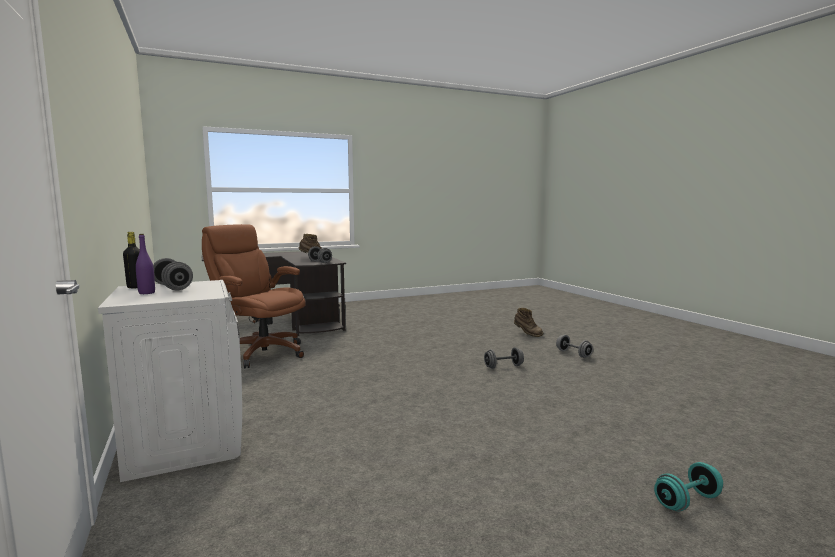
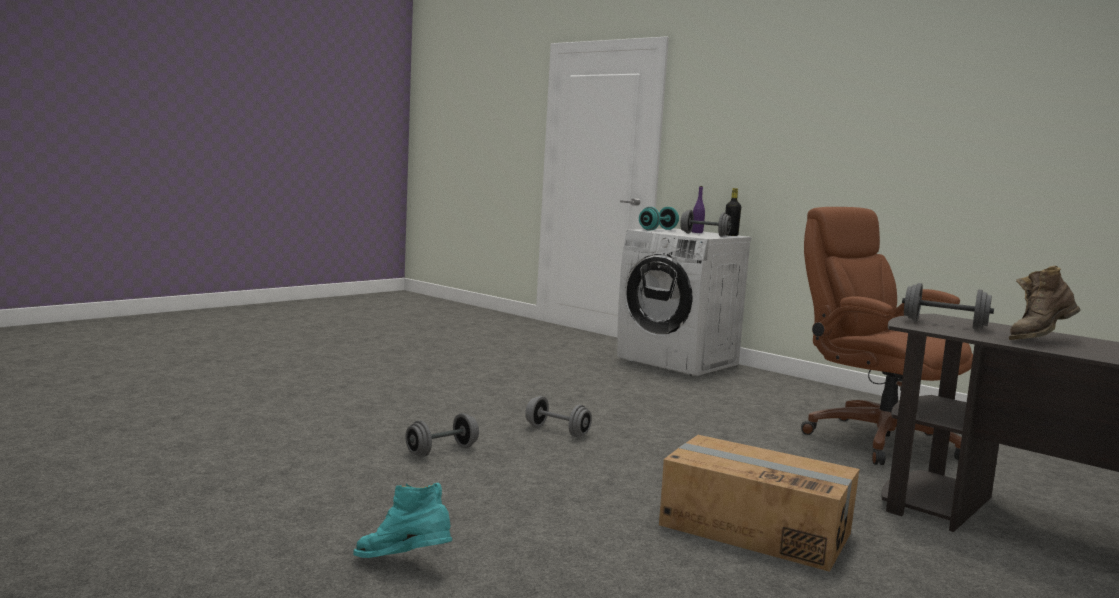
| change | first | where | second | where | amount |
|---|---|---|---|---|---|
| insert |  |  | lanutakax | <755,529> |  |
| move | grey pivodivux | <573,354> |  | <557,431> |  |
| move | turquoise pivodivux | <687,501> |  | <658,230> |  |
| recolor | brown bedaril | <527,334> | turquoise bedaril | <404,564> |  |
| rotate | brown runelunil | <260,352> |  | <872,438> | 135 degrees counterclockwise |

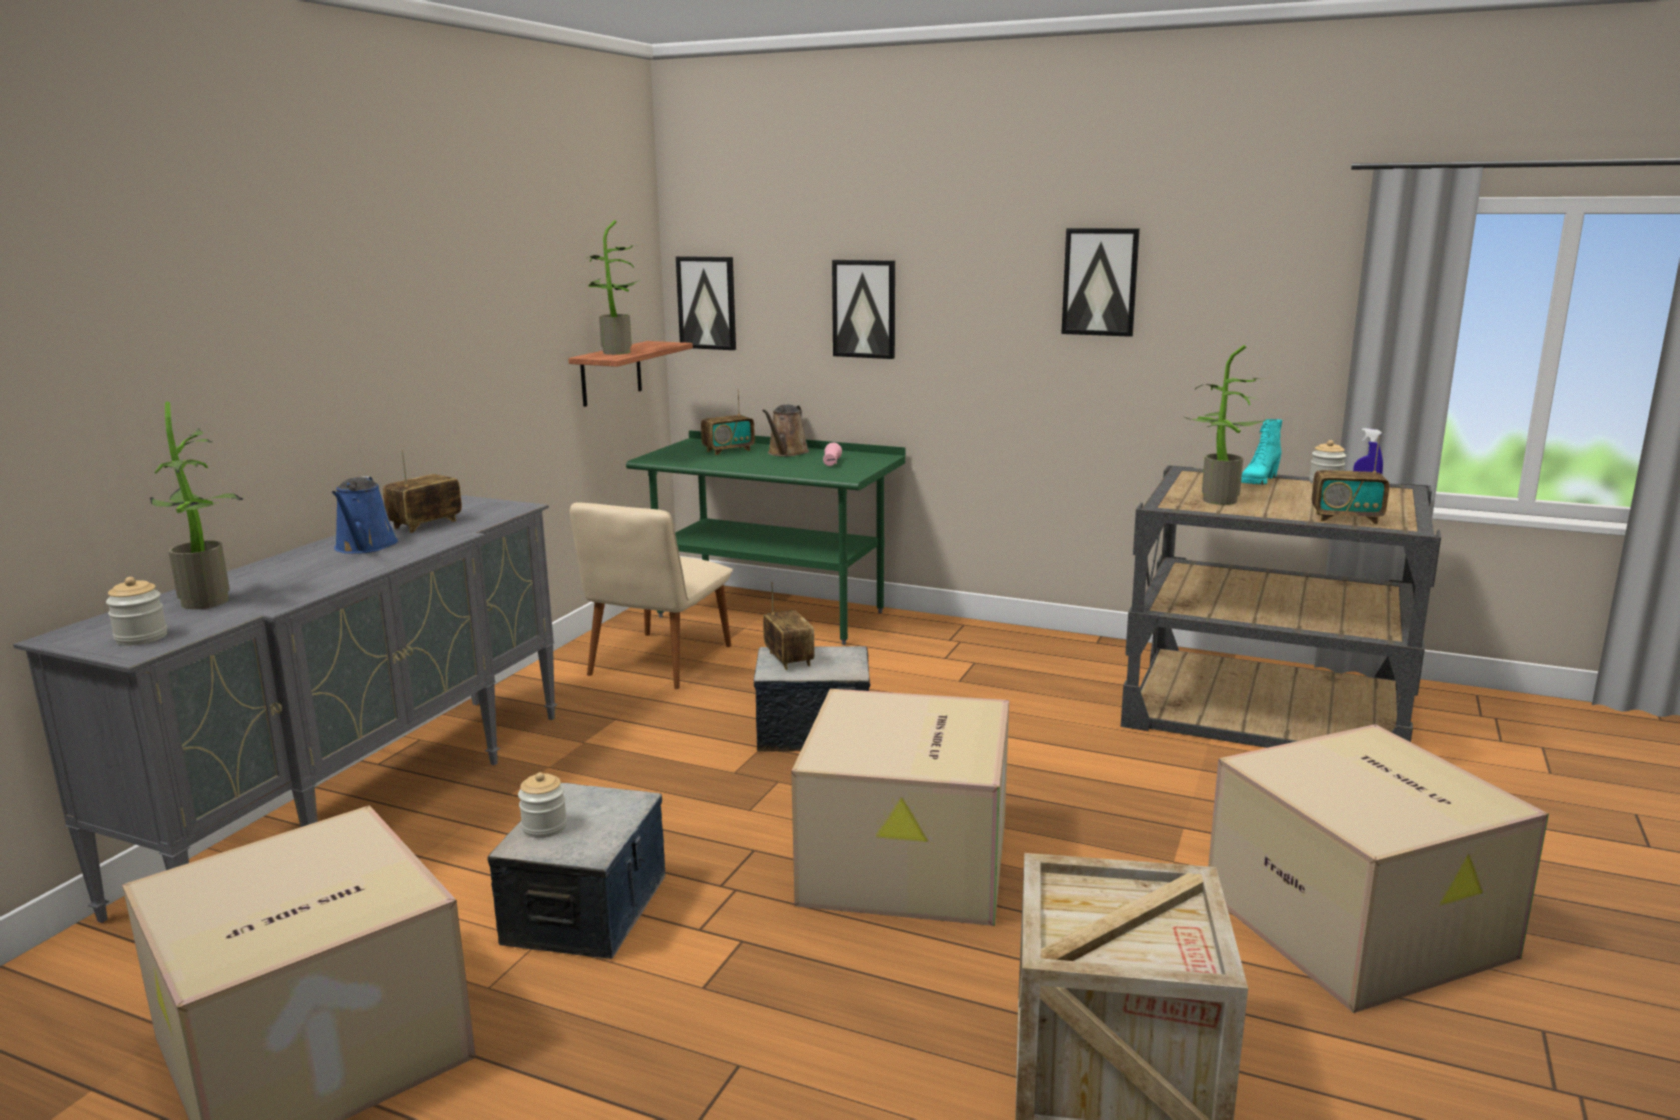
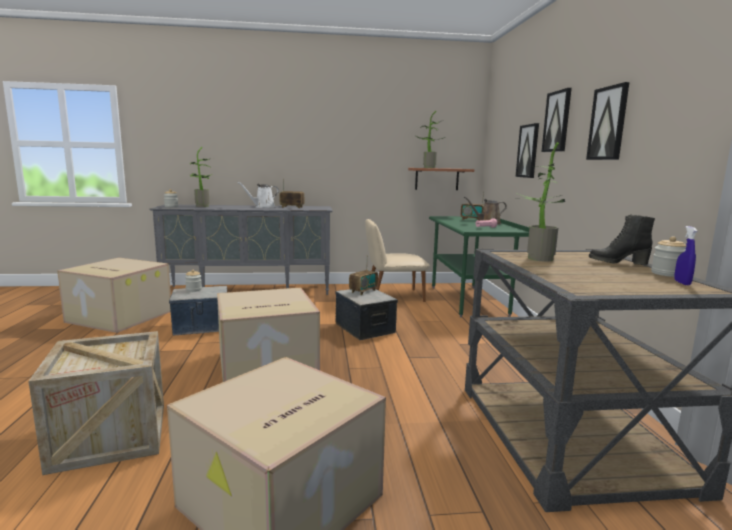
| change | first | where | second | where | amount |
|---|---|---|---|---|---|
| delete | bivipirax | <1346,518> |  |  |  |
| move | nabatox | <707,303> |  | <557,121> |  |
| recolor | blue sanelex | <364,547> | white sanelex | <263,207> |  |
| recolor | turquoise bedaril | <1258,481> | black bedaril | <617,262> |  |

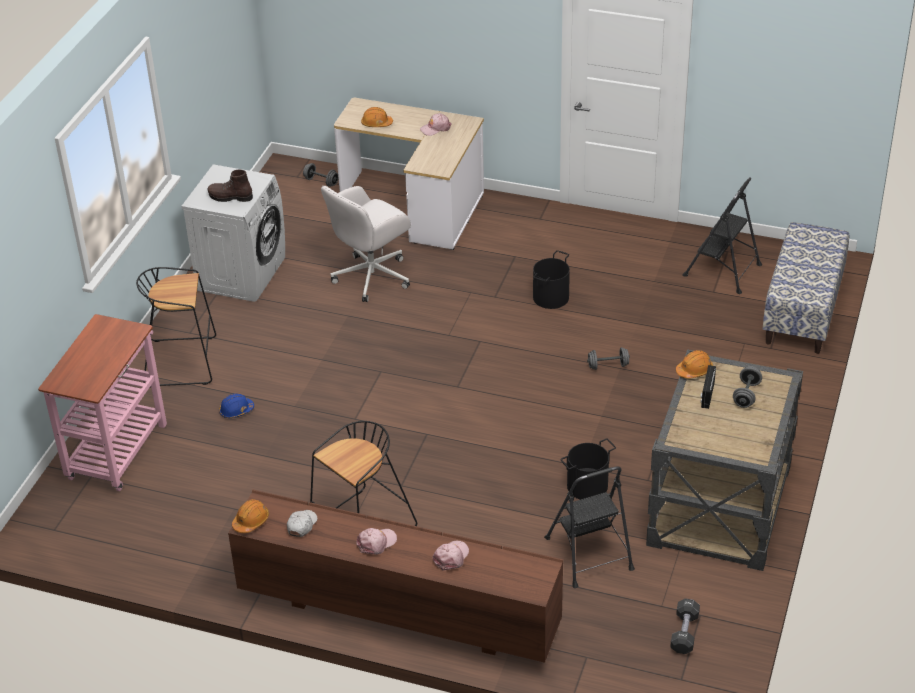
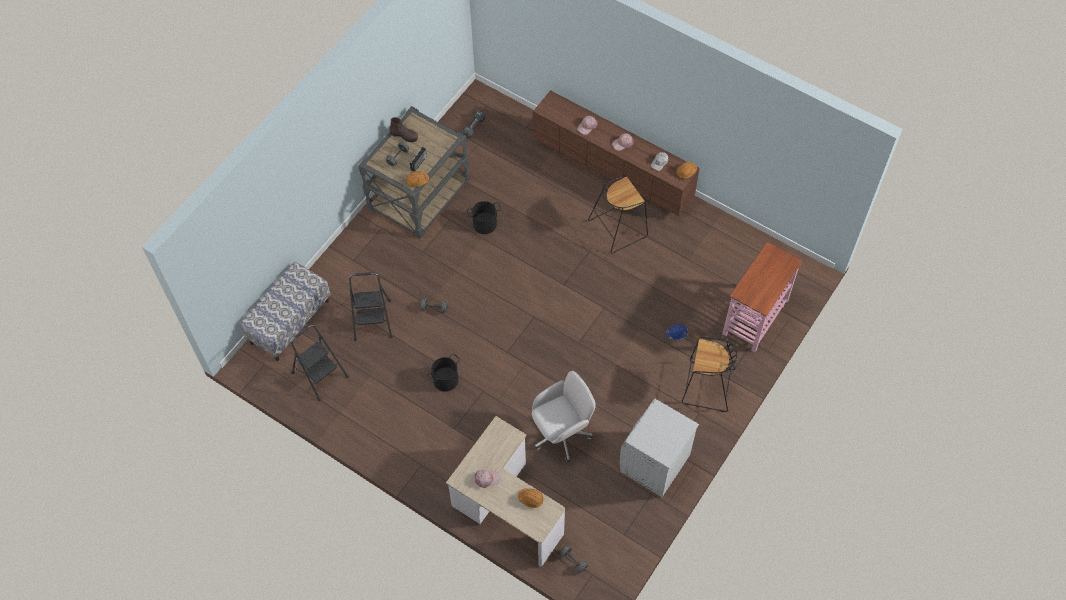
| change | first | where | second | where | amount |
|---|---|---|---|---|---|
| move | brown bedaril | <230,197> |  | <404,135> |  |
| move | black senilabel | <589,554> |  | <372,318> |  |

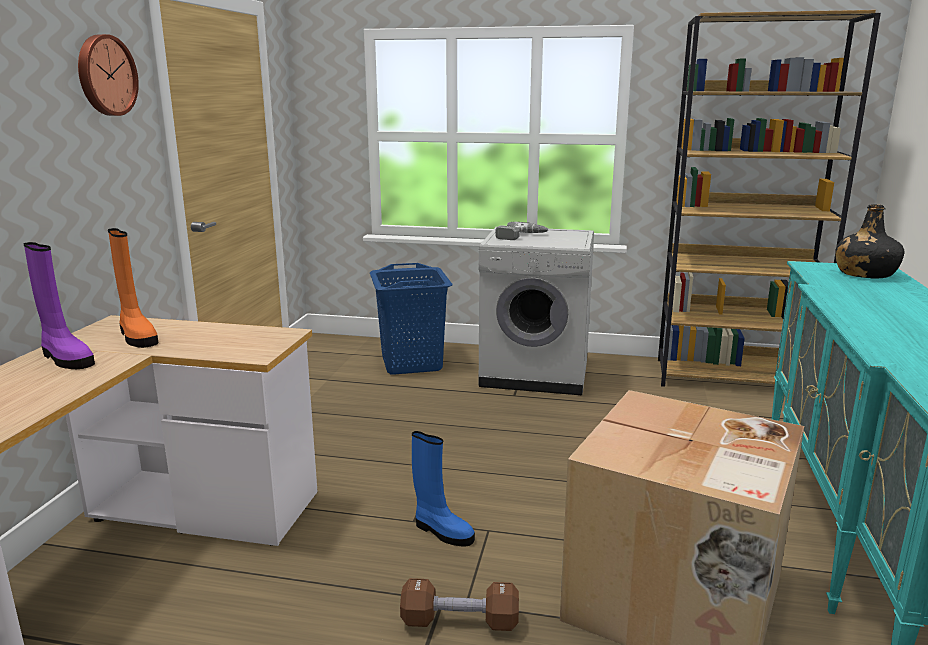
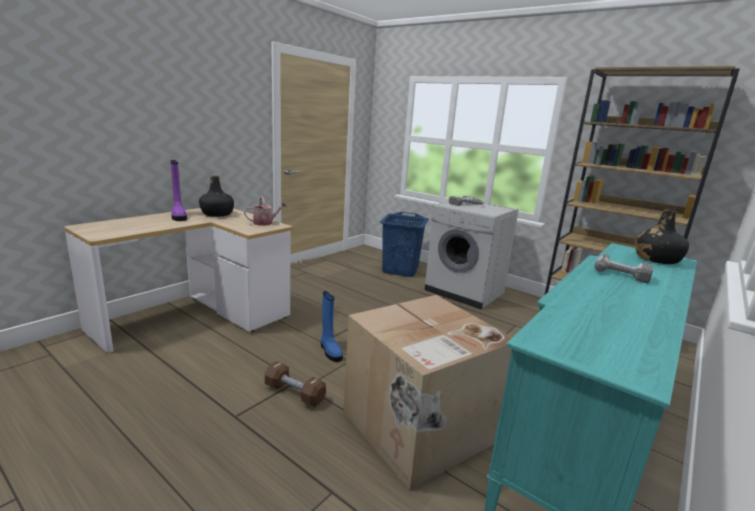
| change | first | where | second | where | amount |
|---|---|---|---|---|---|
| delete | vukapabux | <105,75> |  |  |  |
| insert |  |  | sanelex | <265,223> |  |
| insert |  |  | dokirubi | <621,272> |  |
| replace | orange bedaril | <137,337> | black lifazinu | <217,214> |  |

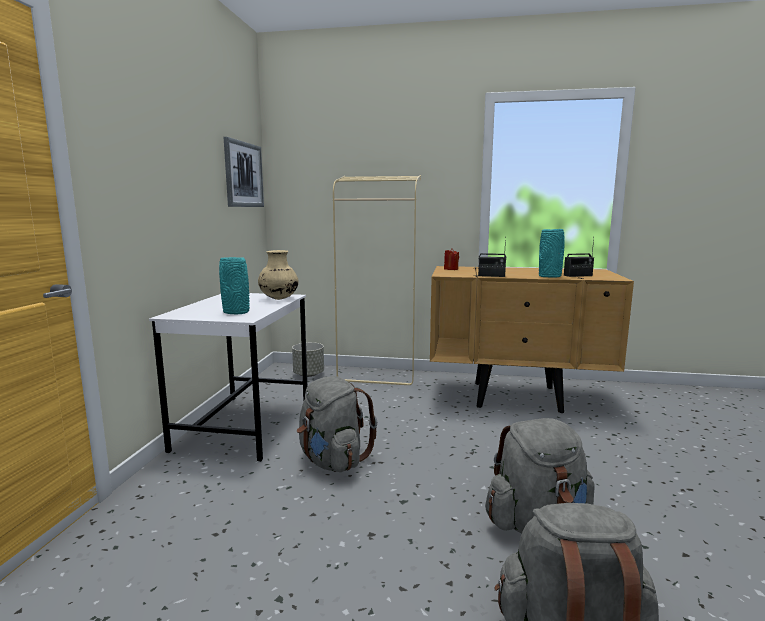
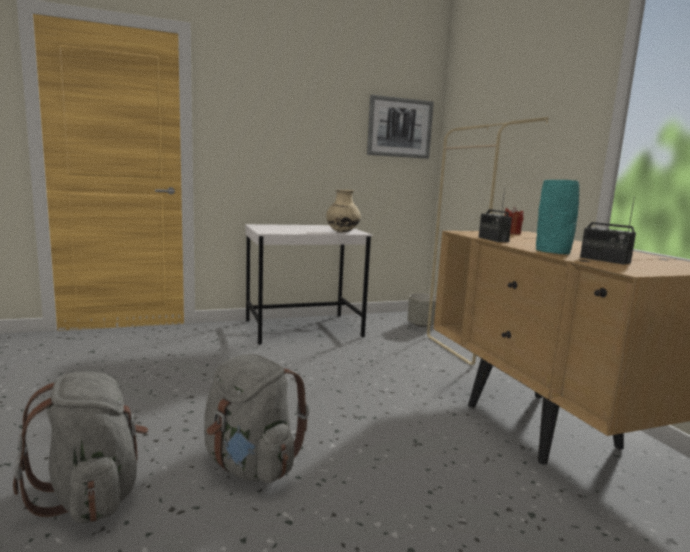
| change | first | where | second | where | amount |
|---|---|---|---|---|---|
| delete | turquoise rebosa | <237,312> |  |  |  |
| delete | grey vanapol | <332,461> |  |  |  |

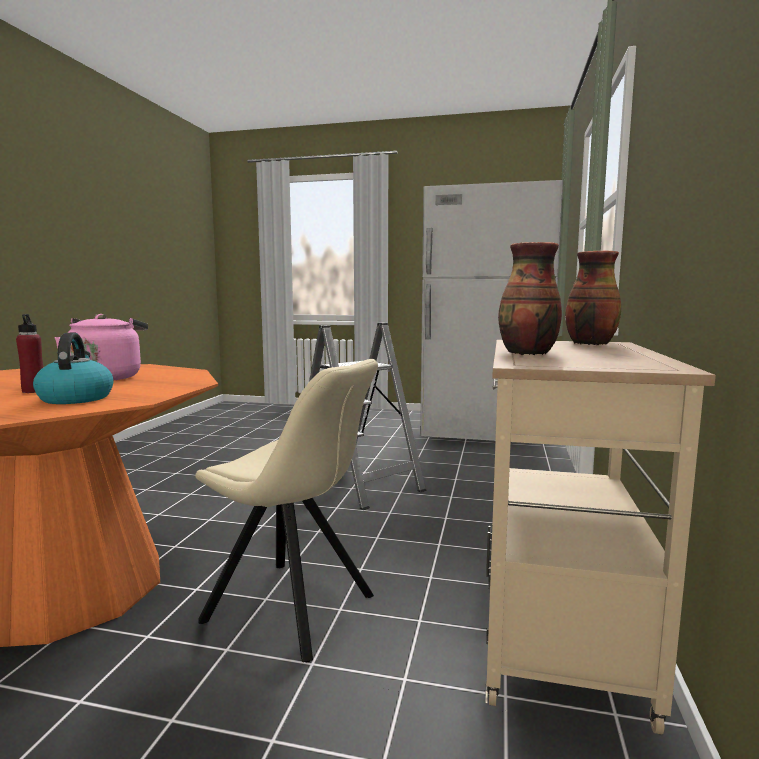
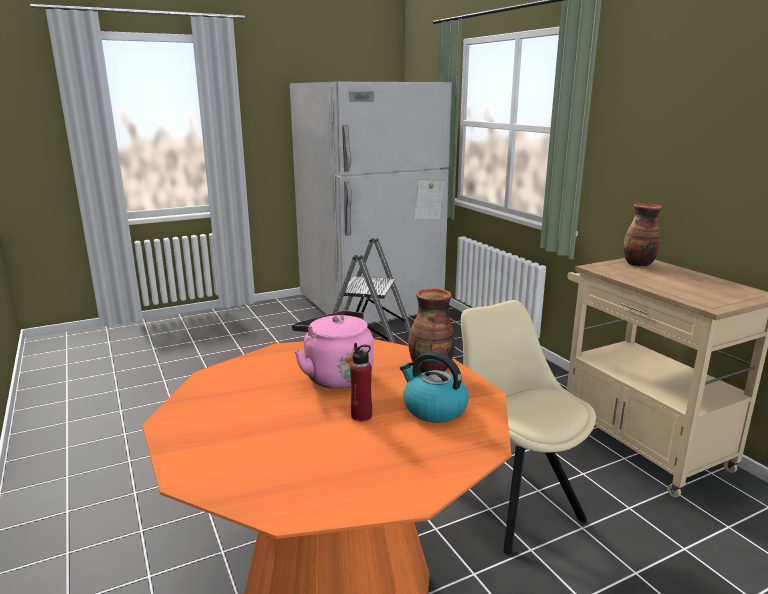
| change | first | where | second | where | amount |
|---|---|---|---|---|---|
| move | rebosa | <527,353> |  | <431,370> |  |
| rotate | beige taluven | <291,608> |  | <514,505> | 105 degrees counterclockwise |

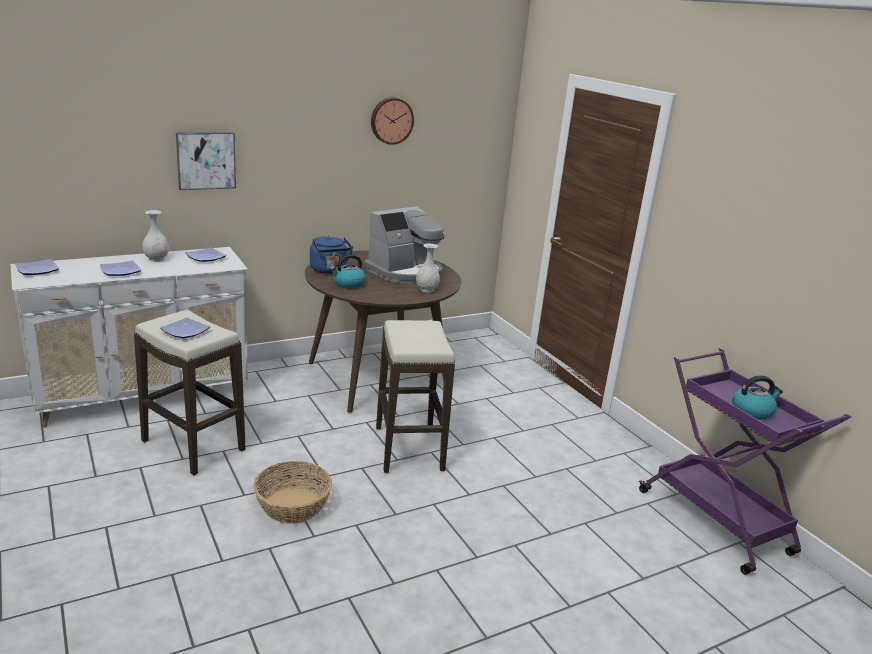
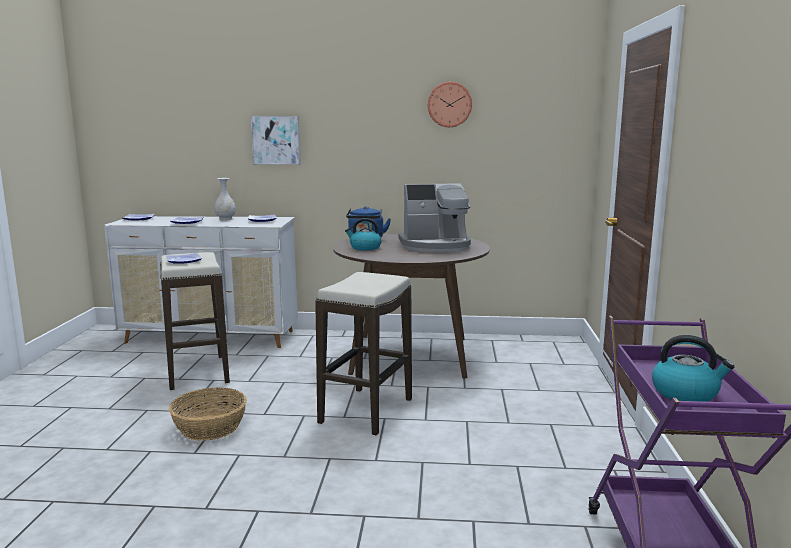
| change | first | where | second | where | amount |
|---|---|---|---|---|---|
| delete | white rebosa | <427,290> |  |  |  |

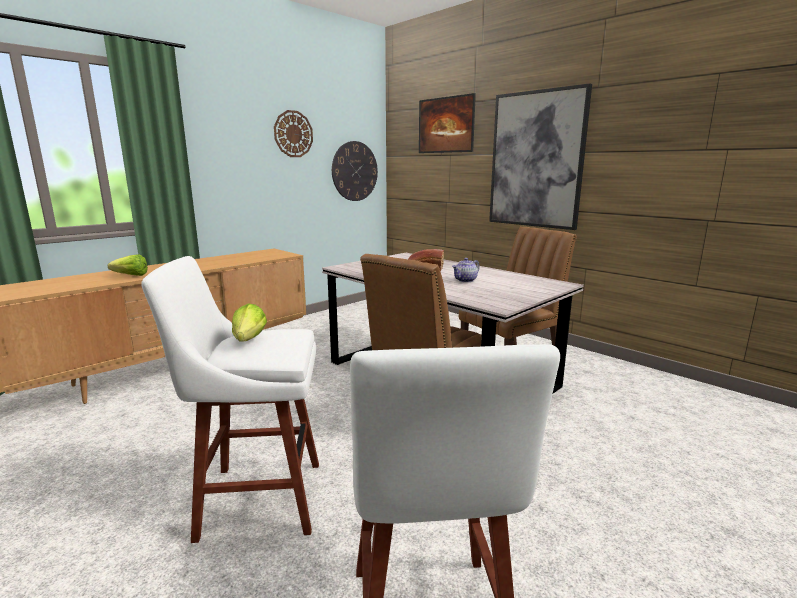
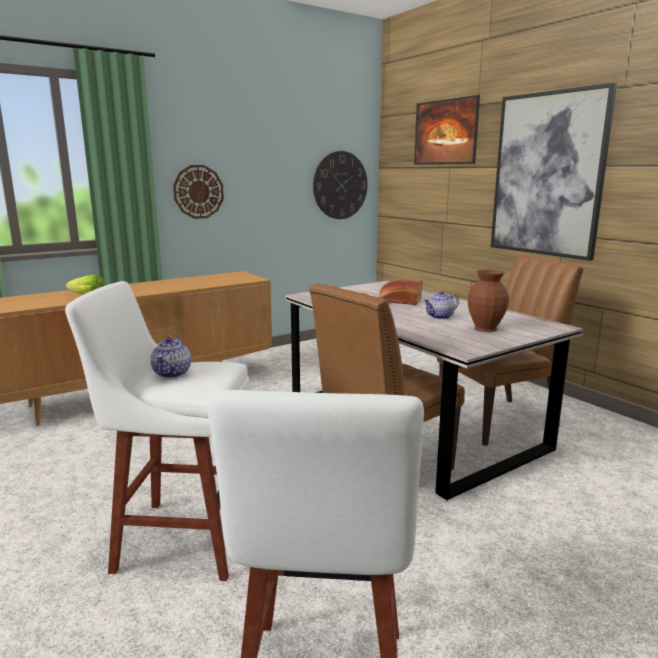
| change | first | where | second | where | amount |
|---|---|---|---|---|---|
| insert |  |  | brown rebosa | <486,328> |  |
| move | vukapabux | <293,134> |  | <198,192> |  |
| replace | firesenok | <246,342> | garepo | <172,373> |  |

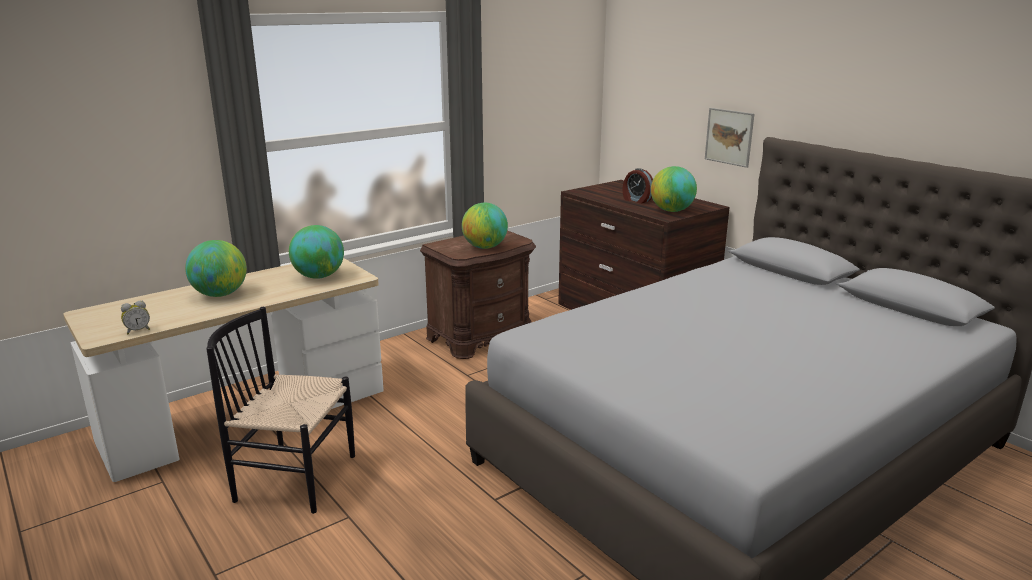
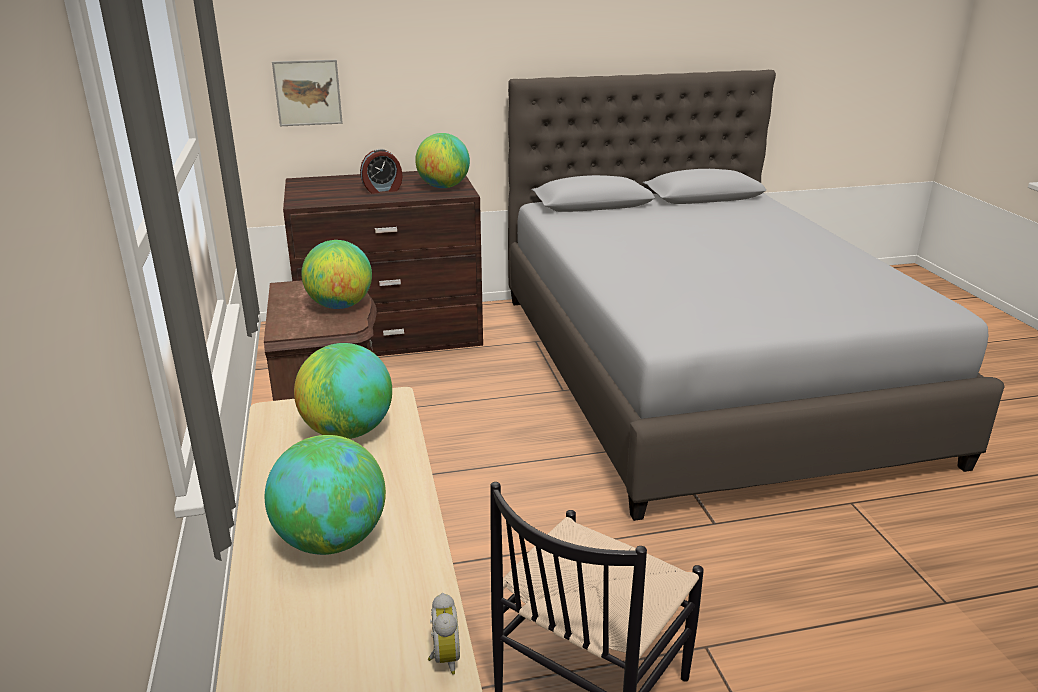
| change | first | where | second | where | amount |
|---|---|---|---|---|---|
| move | nabatox | <729,137> |  | <308,93> |  |

